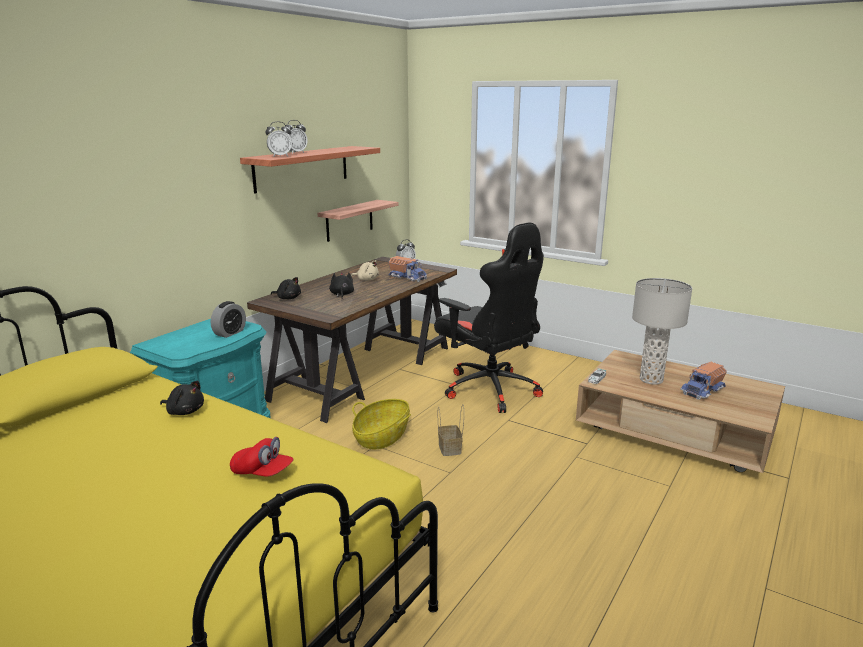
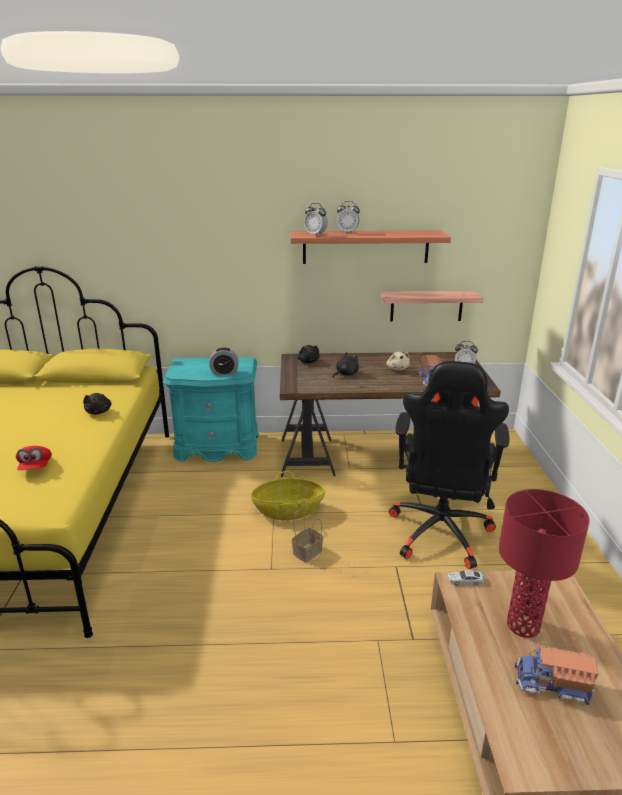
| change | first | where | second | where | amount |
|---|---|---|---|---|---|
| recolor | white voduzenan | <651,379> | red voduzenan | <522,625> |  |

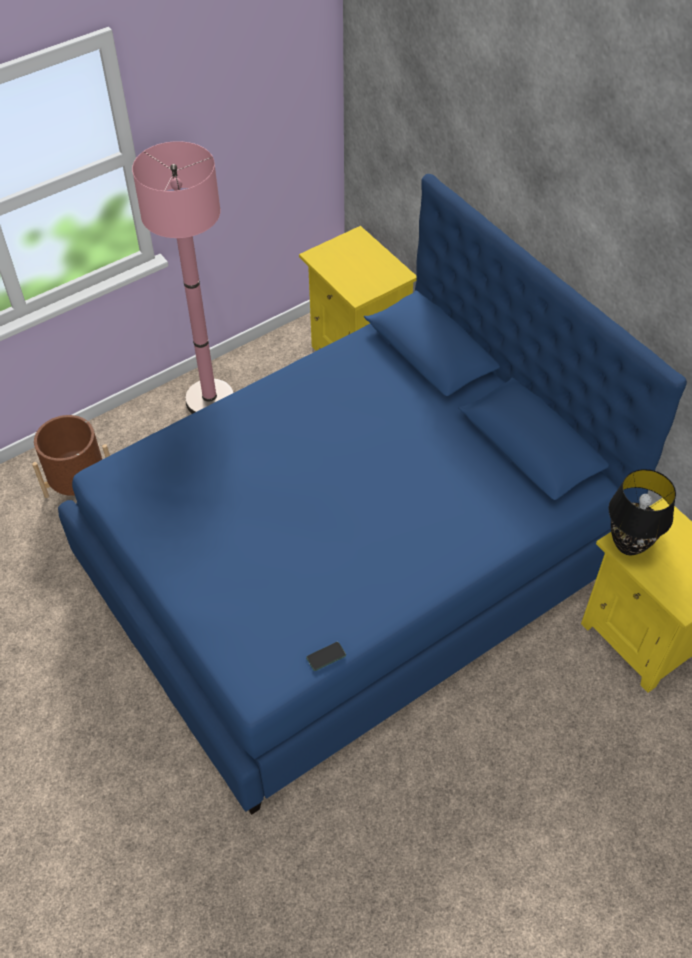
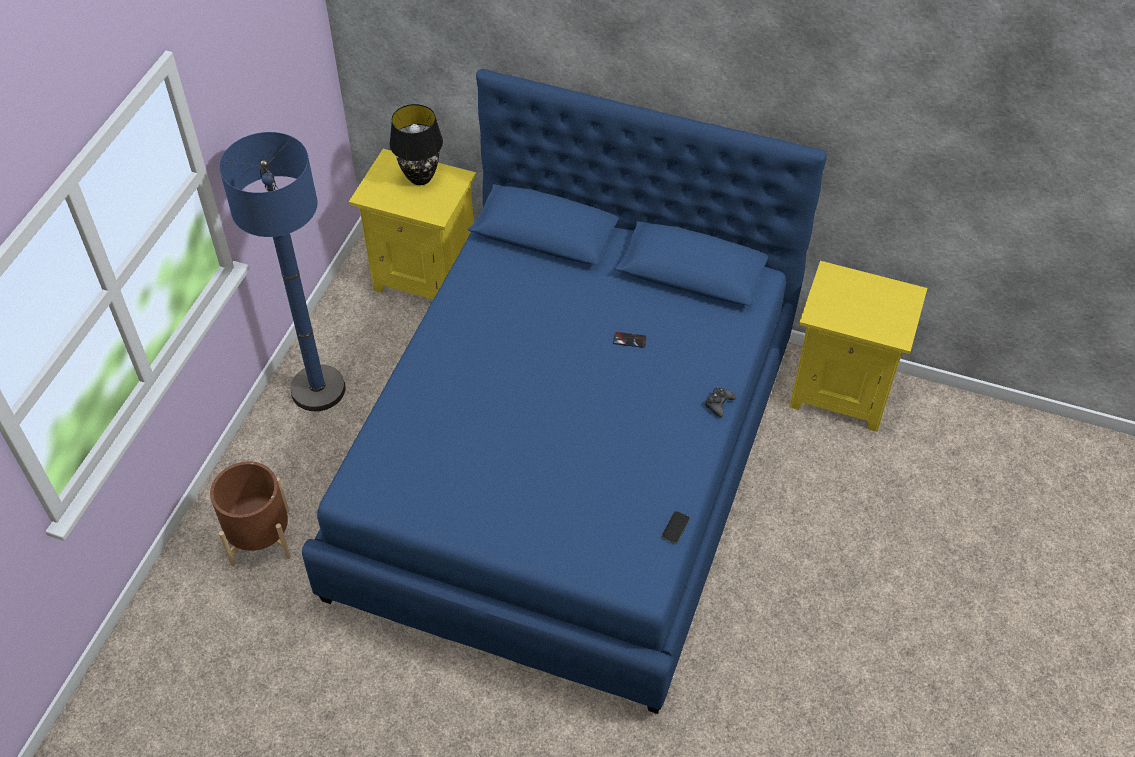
| change | first | where | second | where | amount |
|---|---|---|---|---|---|
| insert |  |  | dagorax | <629,340> |  |
| insert |  |  | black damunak | <718,404> |  |
| move | black voduzenan | <629,544> |  | <420,177> |  |
| recolor | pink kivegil | <210,400> | blue kivegil | <318,389> |  |

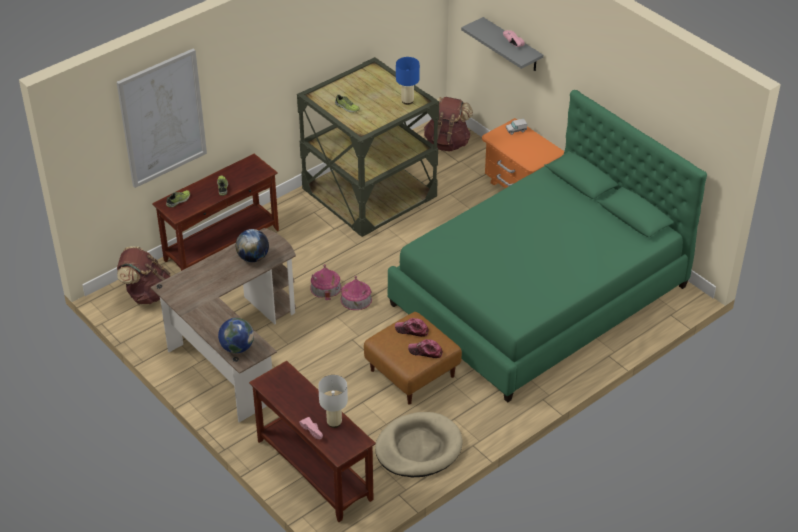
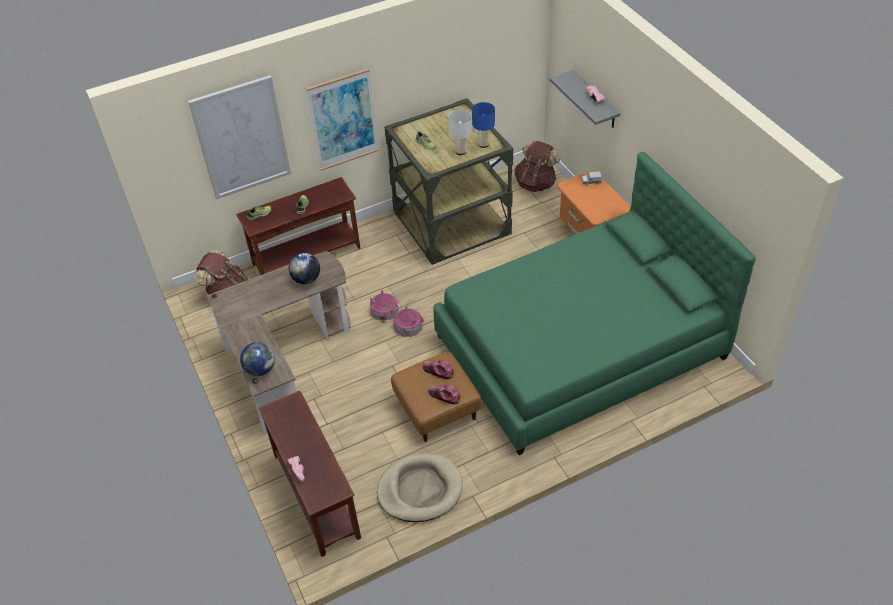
| change | first | where | second | where | amount |
|---|---|---|---|---|---|
| insert |  |  | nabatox | <343,120> |  |
| move | white voduzenan | <334,422> |  | <460,151> |  |

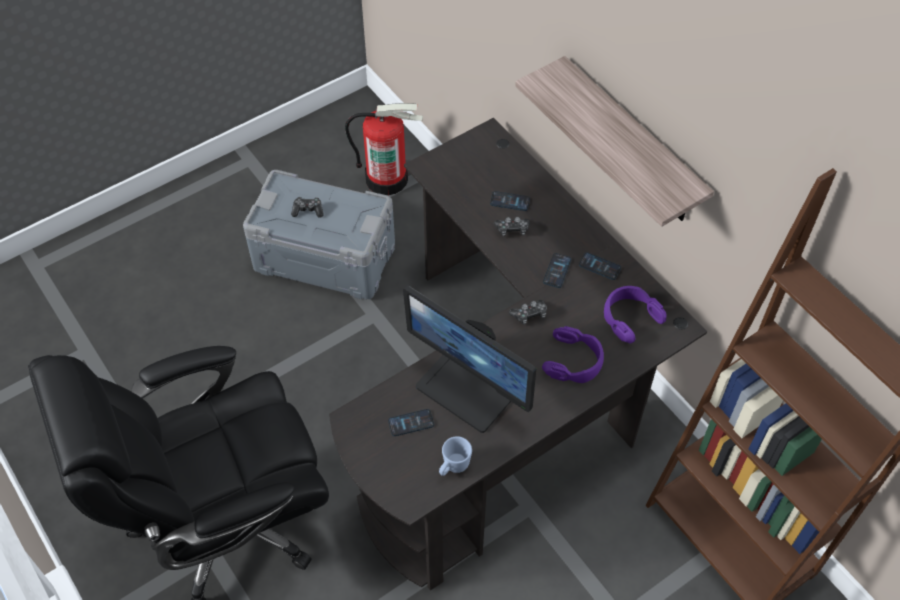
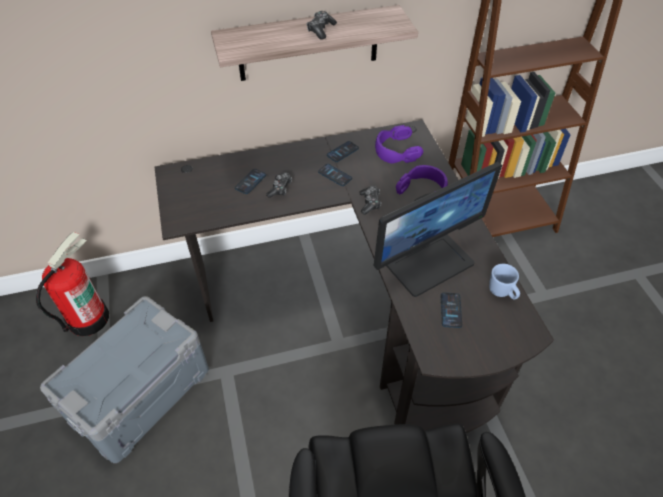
| change | first | where | second | where | amount |
|---|---|---|---|---|---|
| move | damunak | <308,210> |  | <321,30> |  |

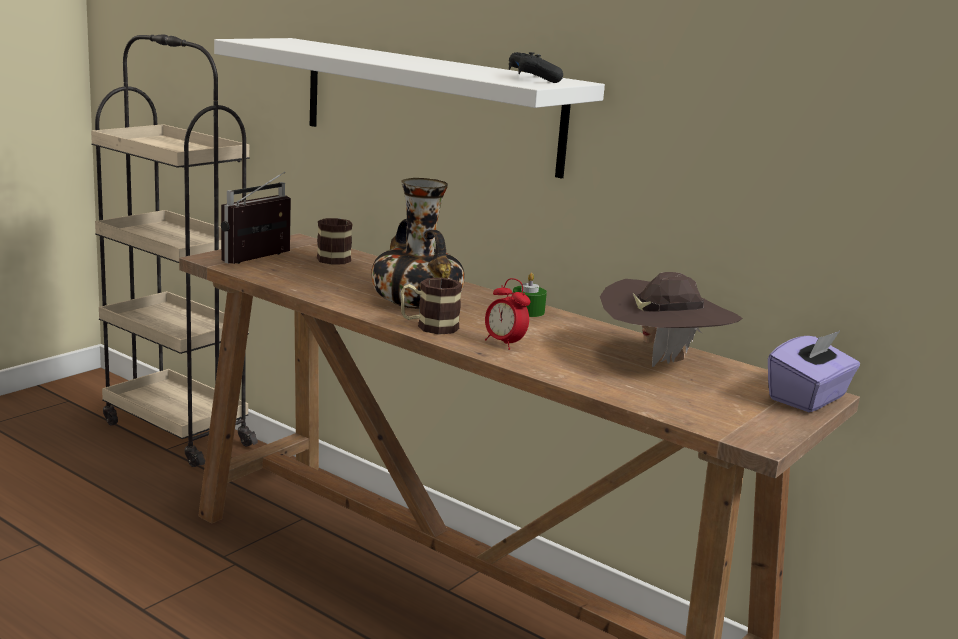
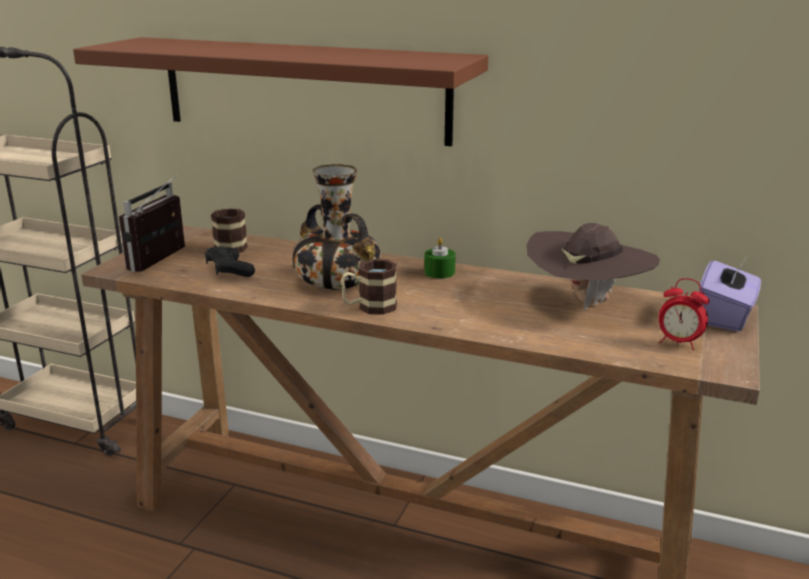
| change | first | where | second | where | amount |
|---|---|---|---|---|---|
| move | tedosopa | <504,344> |  | <678,343> |  |
| move | black damunak | <533,78> |  | <229,270> |  |
| recolor | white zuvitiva | <429,104> | brown zuvitiva | <303,89> |  |

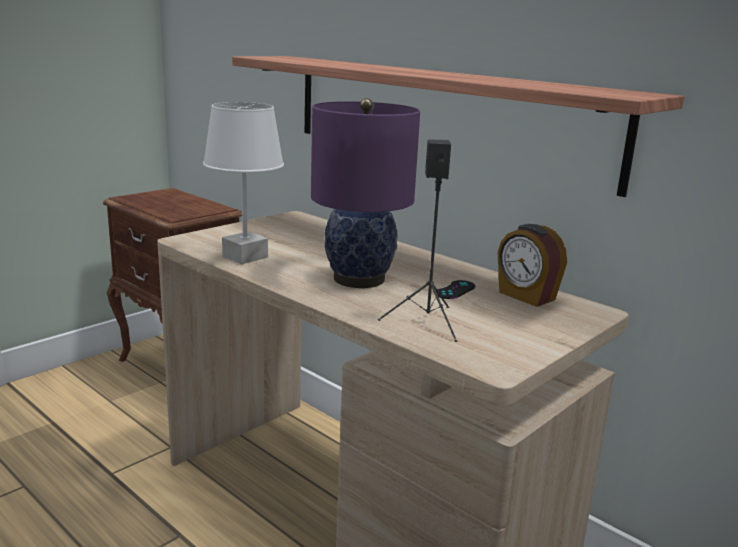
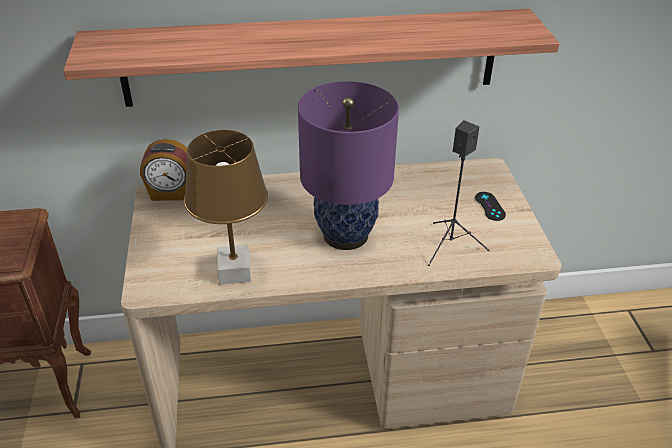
| change | first | where | second | where | amount |
|---|---|---|---|---|---|
| move | black damunak | <455,290> |  | <490,206> |  |
| move | tedosopa | <526,296> |  | <171,193> |  |
| recolor | white voduzenan | <245,256> | brown voduzenan | <234,271> |  |

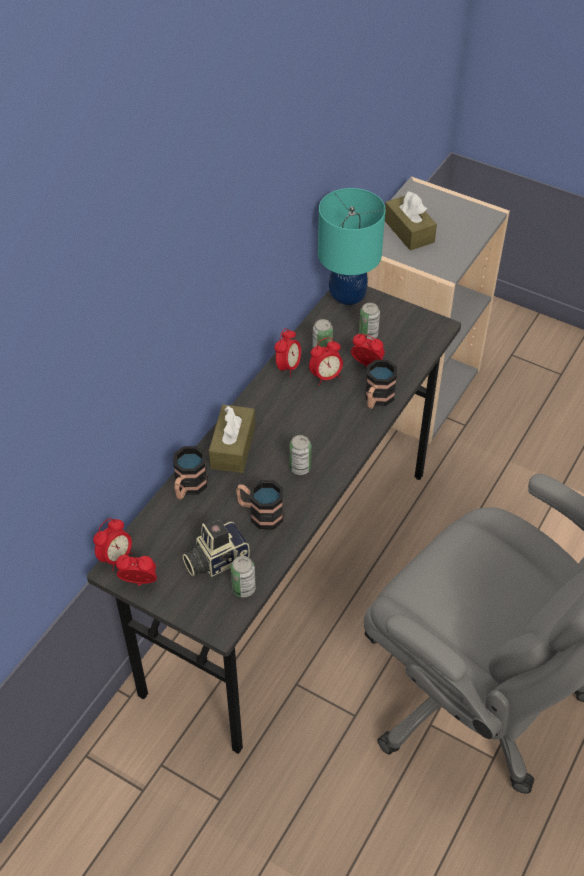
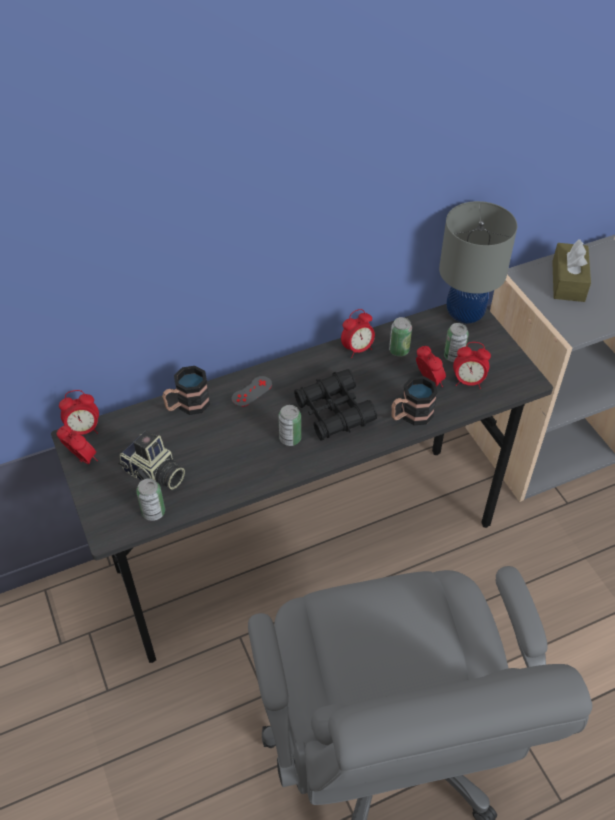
| change | first | where | second | where | amount |
|---|---|---|---|---|---|
| delete | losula | <260,513> |  |  |  |
| insert |  |  | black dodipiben | <334,412> |  |
| move | tedosopa | <326,377> |  | <468,382> |  |
| replace | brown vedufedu | <233,447> | grey damunak | <251,391> |  |
| recolor | turquoise voduzenan | <348,295> | grey voduzenan | <466,313> |  |
| rotate | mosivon | <215,559> |  | <154,475> | 150 degrees counterclockwise |

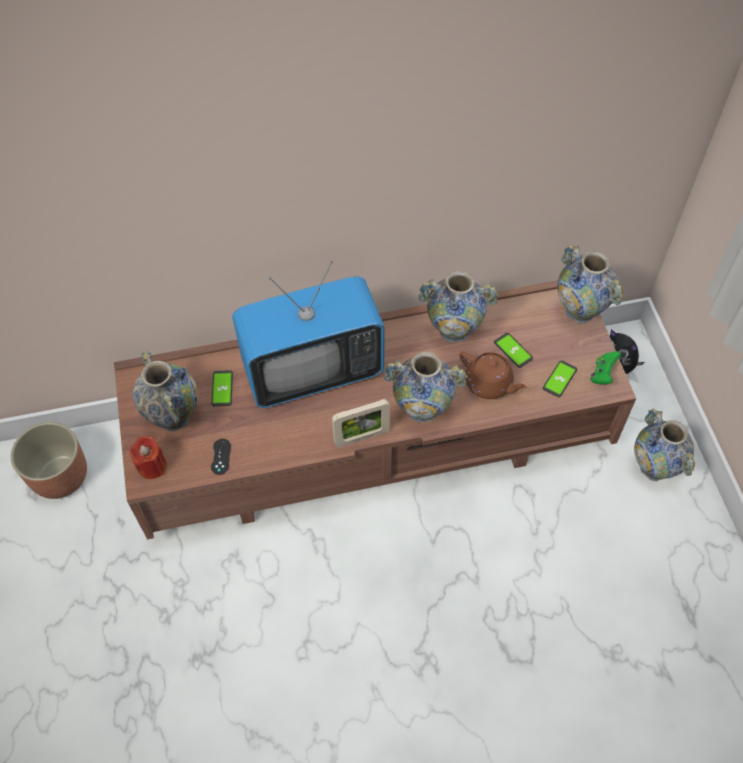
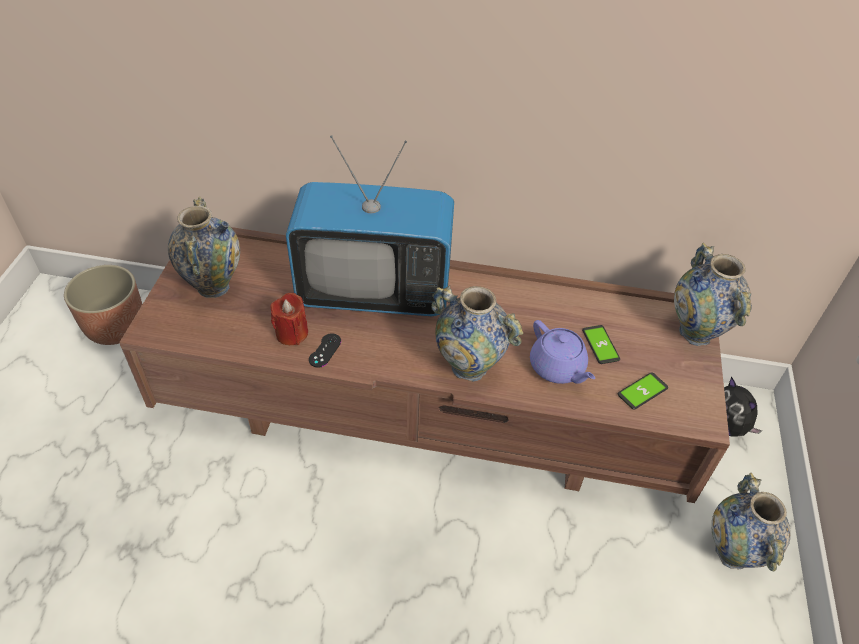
| change | first | where | second | where | amount |
|---|---|---|---|---|---|
| delete | dagorax | <222,388> |  |  |  |
| delete | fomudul | <361,437> |  |  |  |
| delete | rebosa | <454,331> |  |  |  |
| delete | green damunak | <602,374> |  |  |  |
| move | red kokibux | <152,466> |  | <292,333> |  |
| move | black damunak | <221,456> |  | <325,350> |  |
| recolor | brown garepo | <489,384> | purple garepo | <557,368> |  |

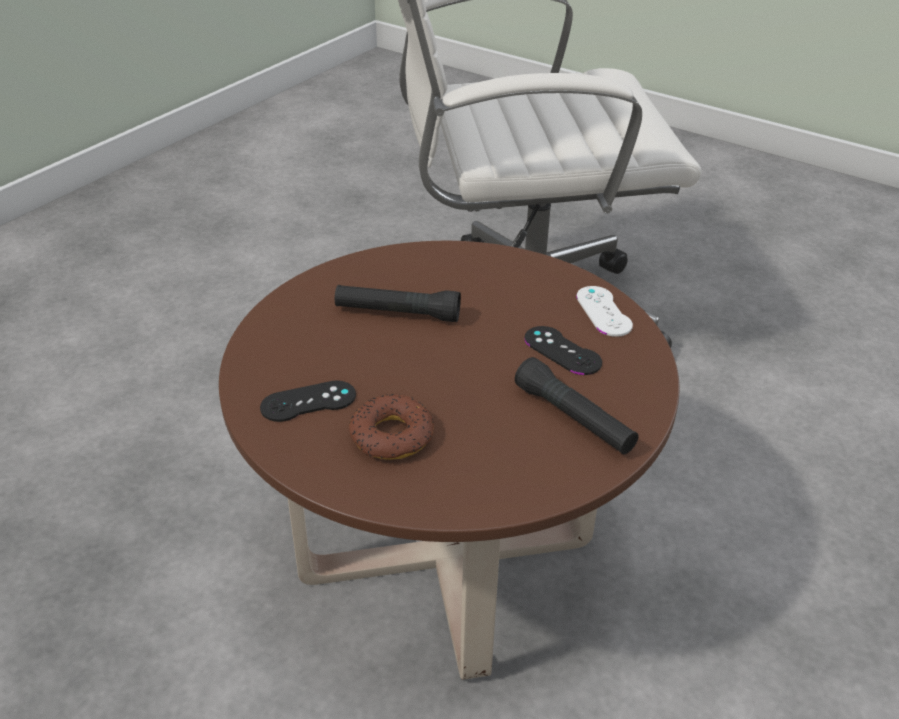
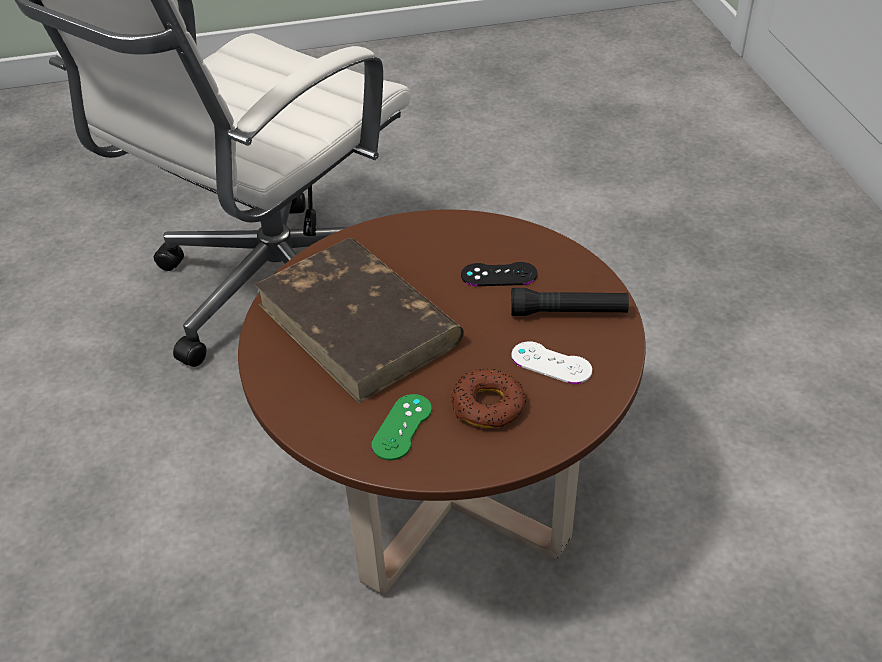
| change | first | where | second | where | amount |
|---|---|---|---|---|---|
| move | white damunak | <603,311> |  | <551,363> |  |
| replace | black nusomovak | <397,313> | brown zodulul | <359,324> |  |
| recolor | black damunak | <308,402> | green damunak | <402,427> |  |

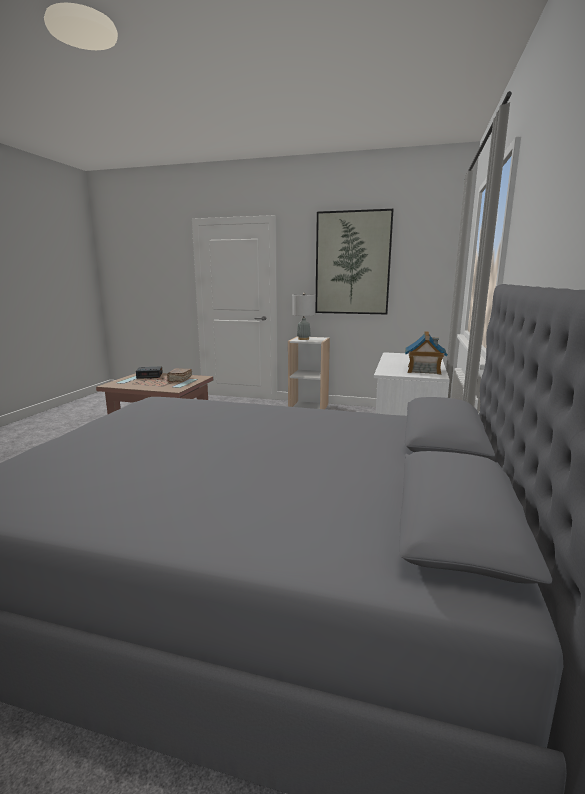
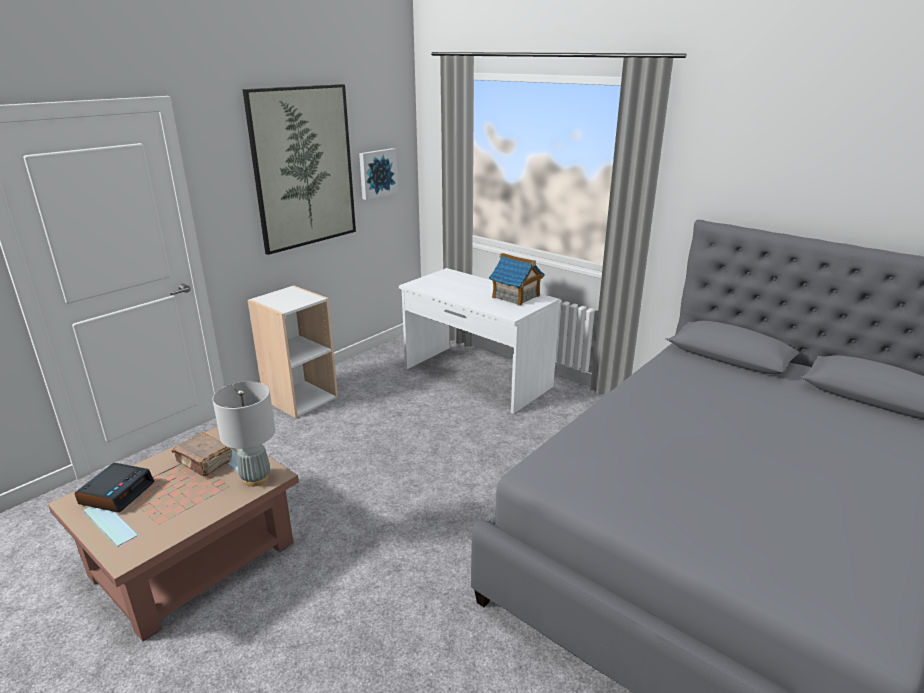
| change | first | where | second | where | amount |
|---|---|---|---|---|---|
| insert |  |  | nabatox | <377,173> |  |
| move | grey voduzenan | <303,339> |  | <255,479> |  |

